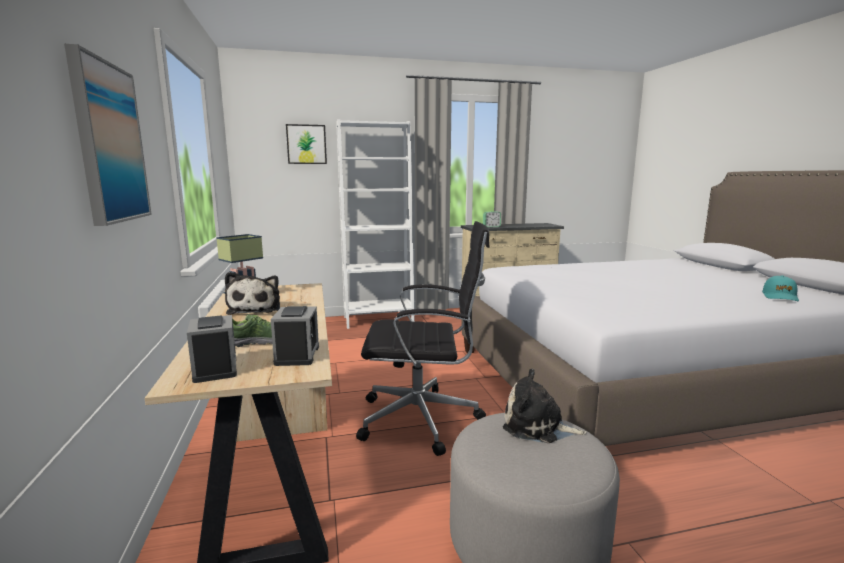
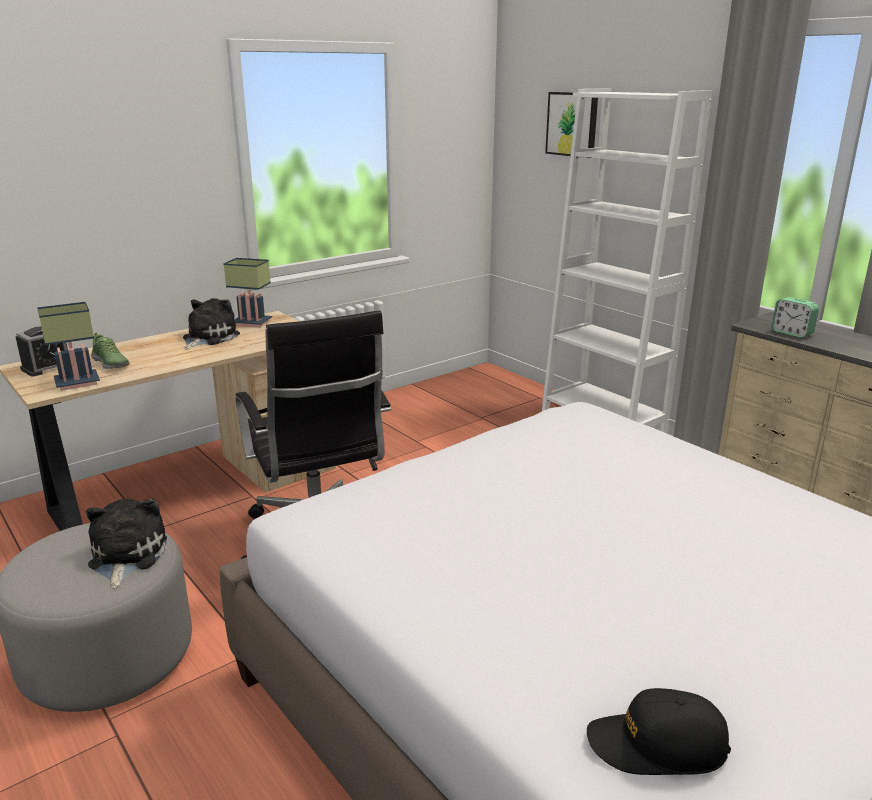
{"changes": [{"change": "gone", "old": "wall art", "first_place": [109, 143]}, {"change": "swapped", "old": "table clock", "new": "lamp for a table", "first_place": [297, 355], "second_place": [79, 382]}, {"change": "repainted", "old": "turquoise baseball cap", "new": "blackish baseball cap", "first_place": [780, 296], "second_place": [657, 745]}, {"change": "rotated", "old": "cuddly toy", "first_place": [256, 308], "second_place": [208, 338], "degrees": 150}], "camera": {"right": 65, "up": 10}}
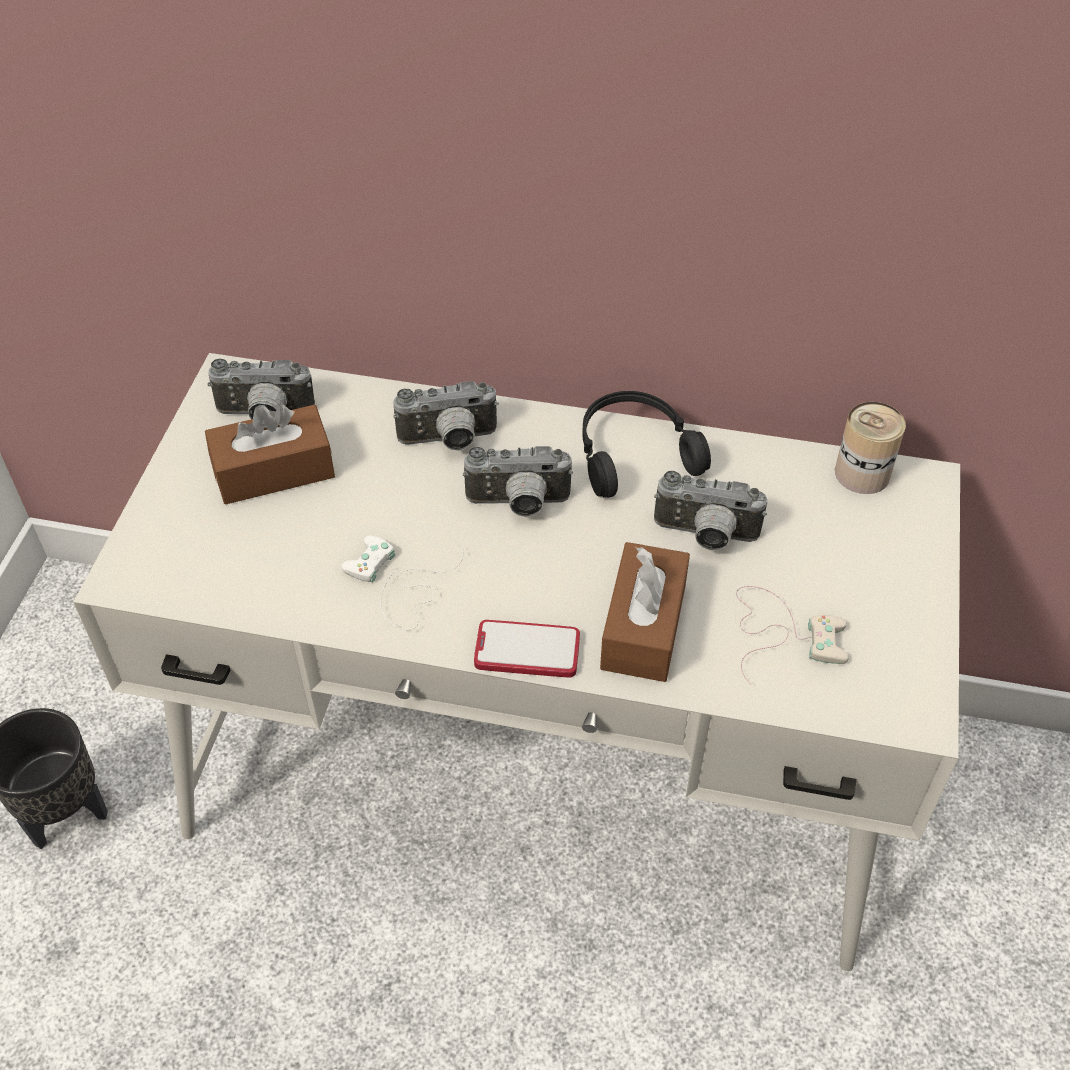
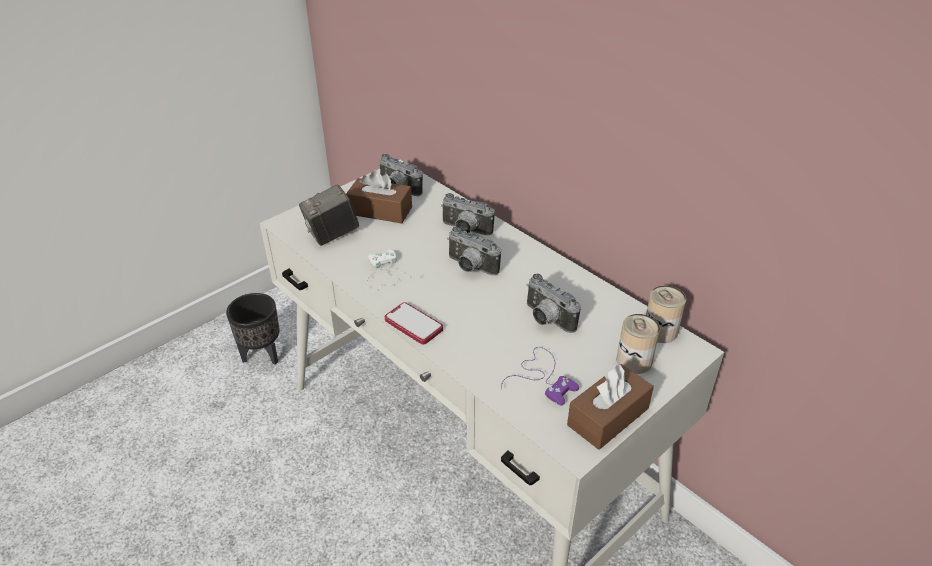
{"changes": [{"change": "gone", "old": "blackish headset", "first_place": [633, 453]}, {"change": "new", "new": "still camera", "second_place": [332, 235]}, {"change": "new", "new": "metal can", "second_place": [634, 360]}, {"change": "shifted", "old": "brown-coloured tissue holder", "first_place": [643, 627], "second_place": [608, 417]}, {"change": "repainted", "old": "whitish gamepad", "new": "purple gamepad", "first_place": [782, 632], "second_place": [542, 377]}], "camera": {"right": 35, "up": -10}}
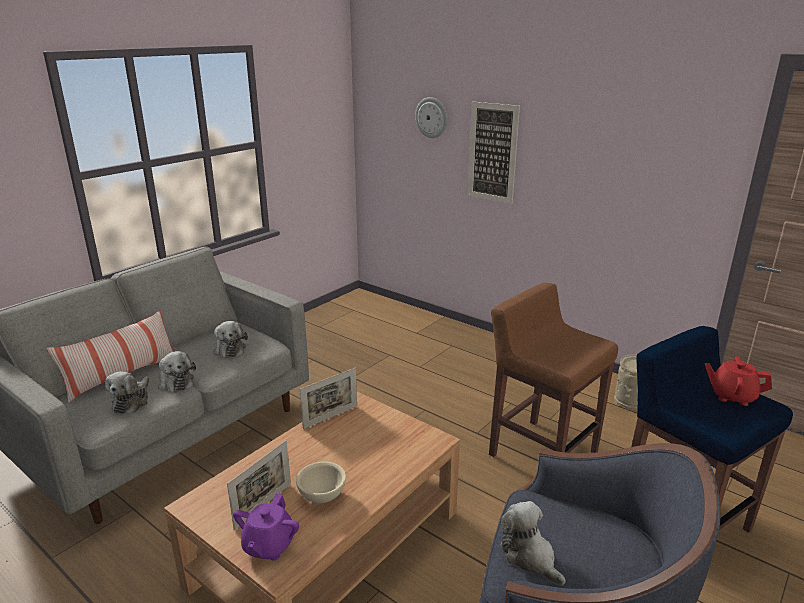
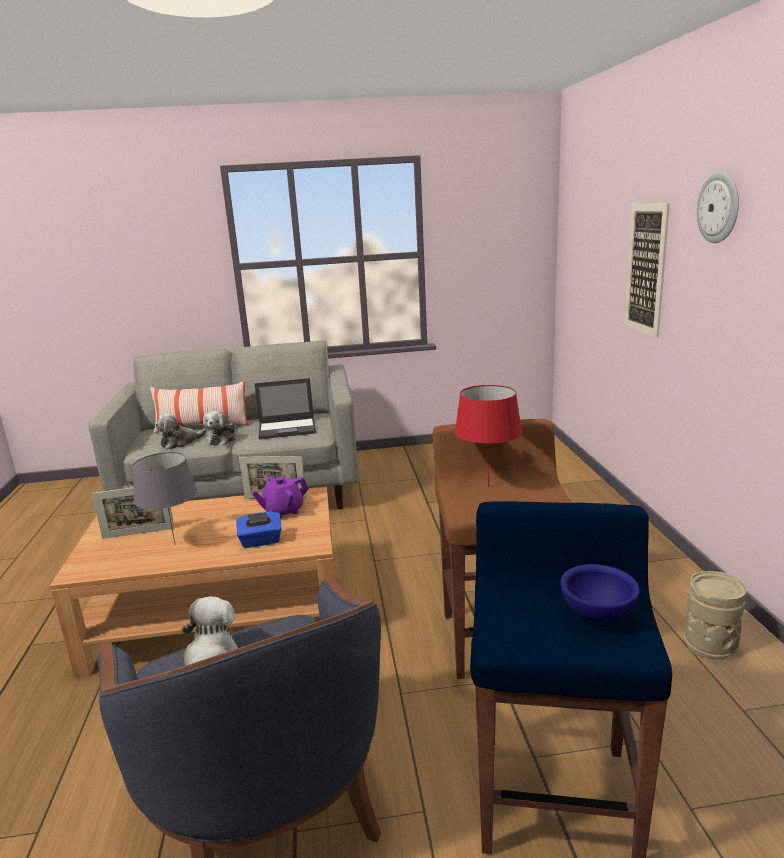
{"changes": [{"change": "new", "new": "blue-coloured tissue holder", "second_place": [261, 541]}, {"change": "new", "new": "red-coloured lamp for a table", "second_place": [487, 486]}, {"change": "shifted", "old": "purple tea pot", "first_place": [268, 546], "second_place": [283, 511]}, {"change": "shifted", "old": "clock on the wall", "first_place": [431, 117], "second_place": [719, 207]}, {"change": "swapped", "old": "cuddly toy", "new": "portable computer", "first_place": [229, 348], "second_place": [288, 429]}, {"change": "swapped", "old": "sand-coloured bowl", "new": "greyish lamp for a table", "first_place": [323, 496], "second_place": [175, 544]}, {"change": "swapped", "old": "red-coloured tea pot", "new": "blue-coloured bowl", "first_place": [732, 396], "second_place": [598, 615]}], "camera": {"right": 45, "up": -5}}
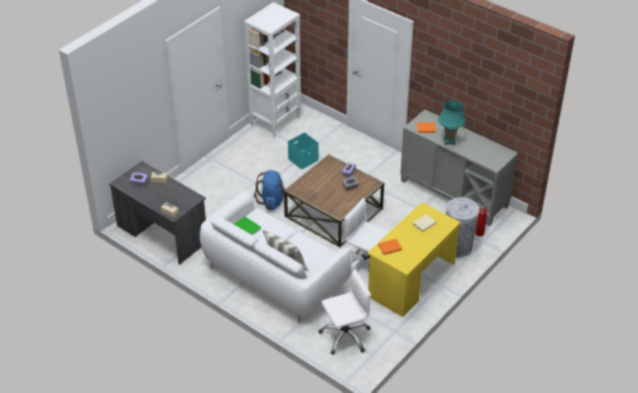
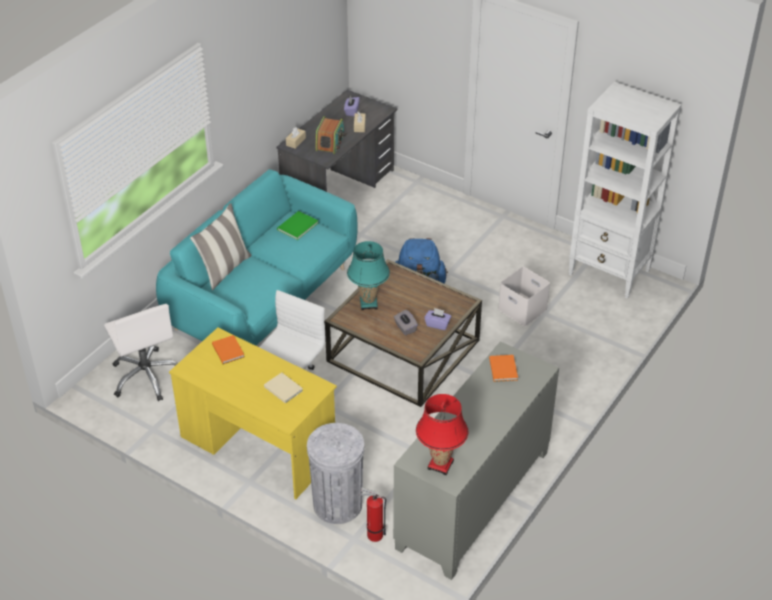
{"changes": [{"change": "new", "new": "radio set", "second_place": [330, 143]}, {"change": "new", "new": "red-coloured lamp for a table", "second_place": [440, 465]}, {"change": "shifted", "old": "turquoise lamp for a table", "first_place": [449, 141], "second_place": [368, 304]}, {"change": "repainted", "old": "whitish sofa", "new": "turquoise sofa", "first_place": [275, 276], "second_place": [262, 299]}, {"change": "repainted", "old": "turquoise storage container", "new": "whitish storage container", "first_place": [303, 159], "second_place": [523, 309]}], "camera": {"right": 85, "up": 0}}
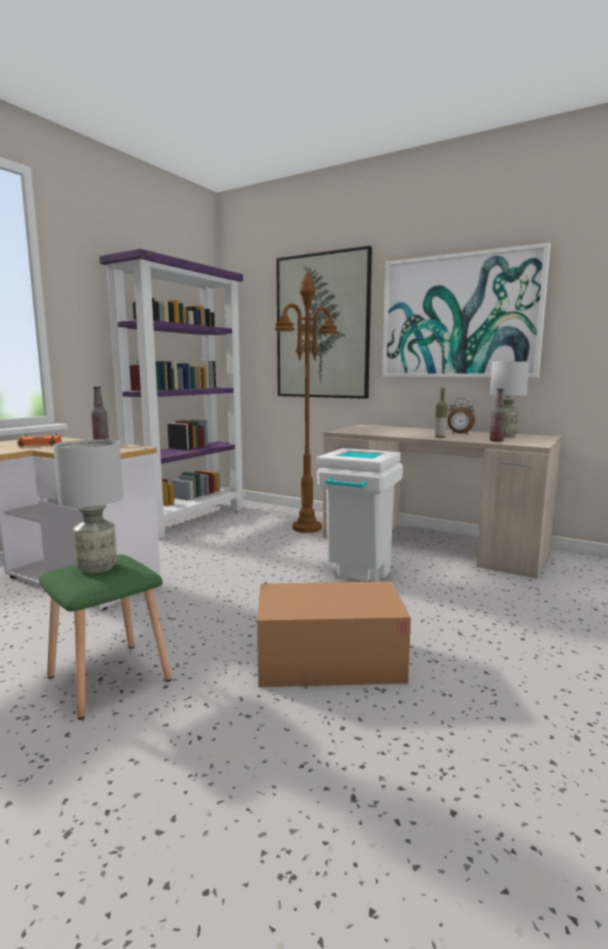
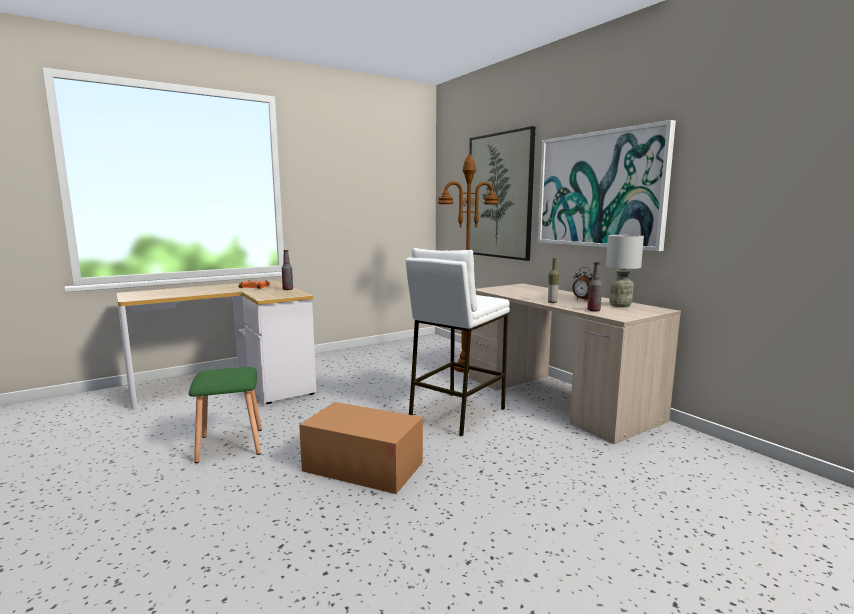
{"changes": [{"change": "gone", "old": "greyish lamp for a table", "first_place": [98, 567]}, {"change": "gone", "old": "purple shelving unit", "first_place": [188, 519]}, {"change": "swapped", "old": "whitish trash can", "new": "whitish sitting stool", "first_place": [357, 577], "second_place": [456, 413]}], "camera": {"right": 25, "up": 0}}
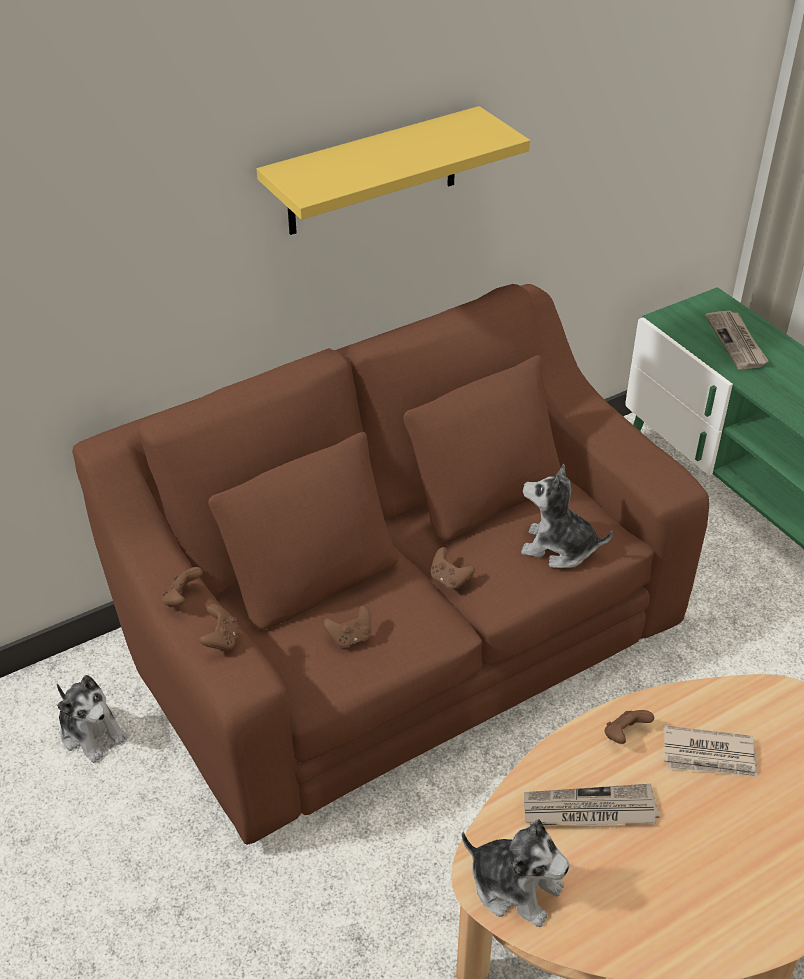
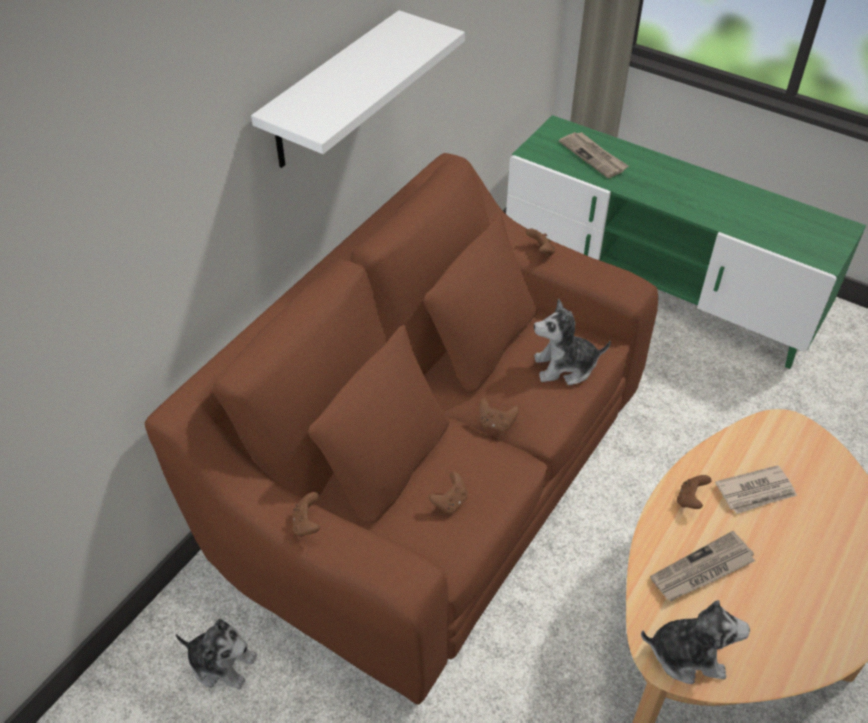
{"changes": [{"change": "shifted", "old": "brown-coloured gamepad", "first_place": [221, 640], "second_place": [541, 251]}, {"change": "repainted", "old": "yellow shelf", "new": "whitish shelf", "first_place": [372, 172], "second_place": [332, 92]}], "camera": {"right": -25, "up": 5}}
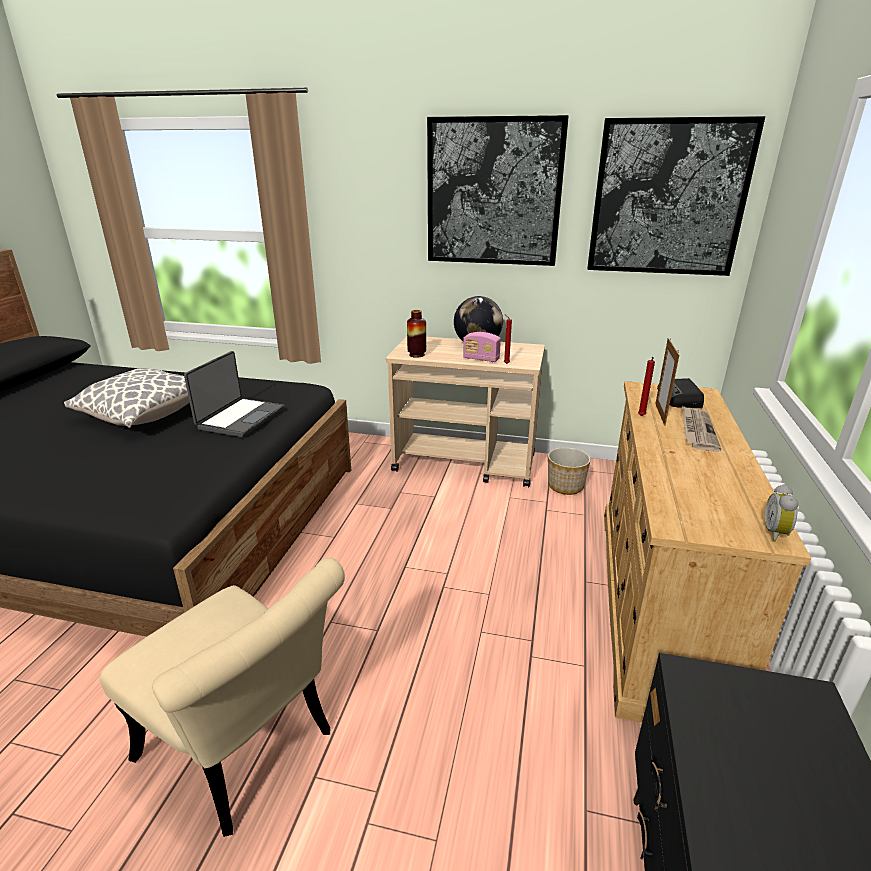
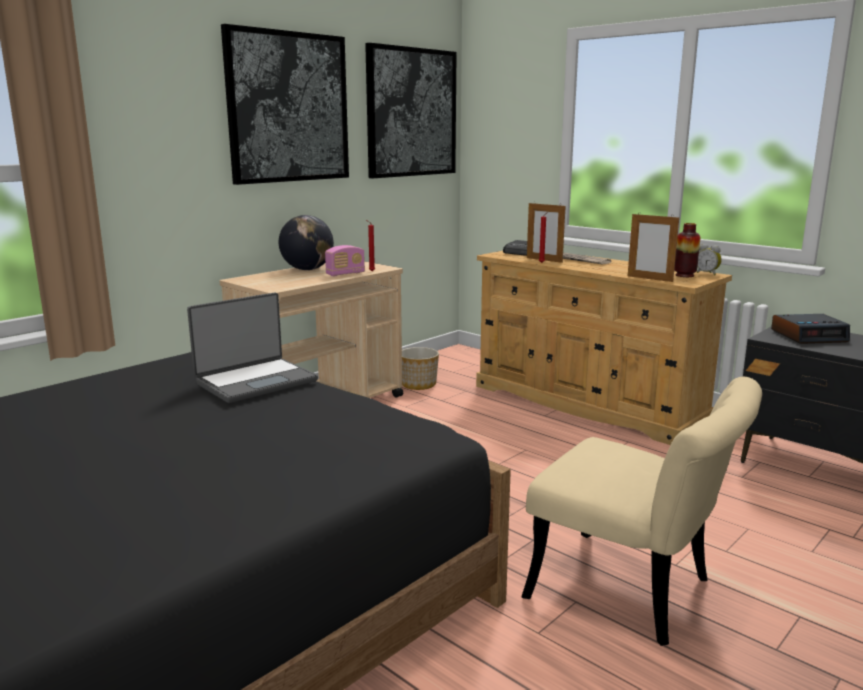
{"changes": [{"change": "gone", "old": "pillow", "first_place": [146, 415]}, {"change": "new", "new": "picture frame", "second_place": [649, 279]}, {"change": "new", "new": "table clock", "second_place": [809, 336]}, {"change": "shifted", "old": "flower vase", "first_place": [417, 355], "second_place": [684, 275]}, {"change": "rotated", "old": "sand-coloured chair", "first_place": [247, 752], "second_place": [634, 593], "degrees": 60}, {"change": "rotated", "old": "portable computer", "first_place": [240, 418], "second_place": [255, 381], "degrees": 90}], "camera": {"right": -60, "up": -10}}
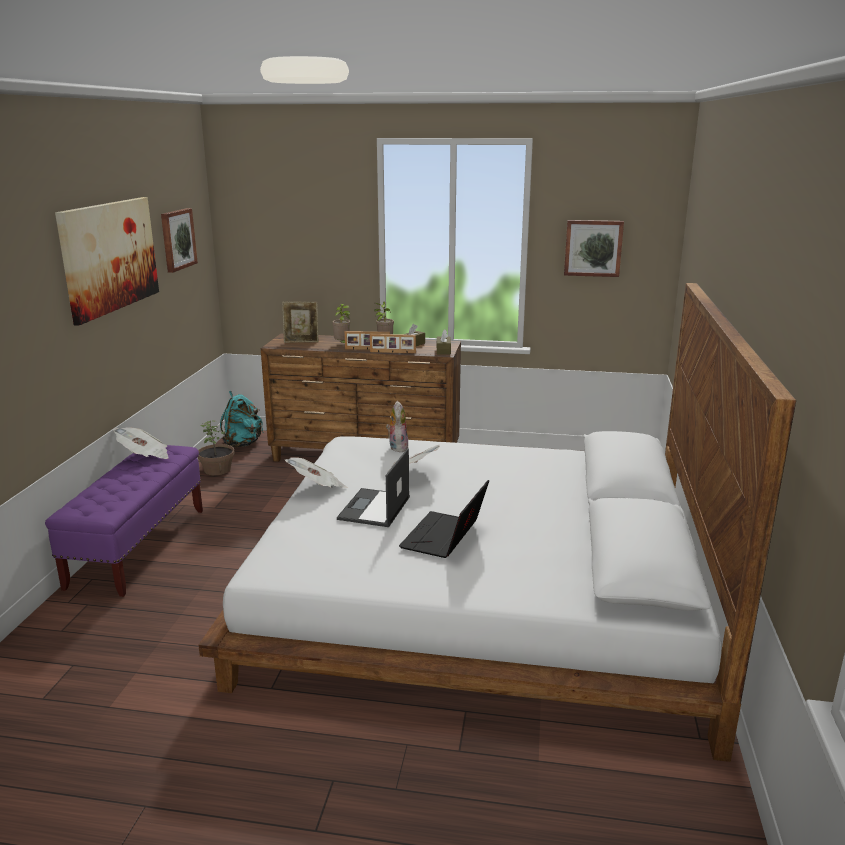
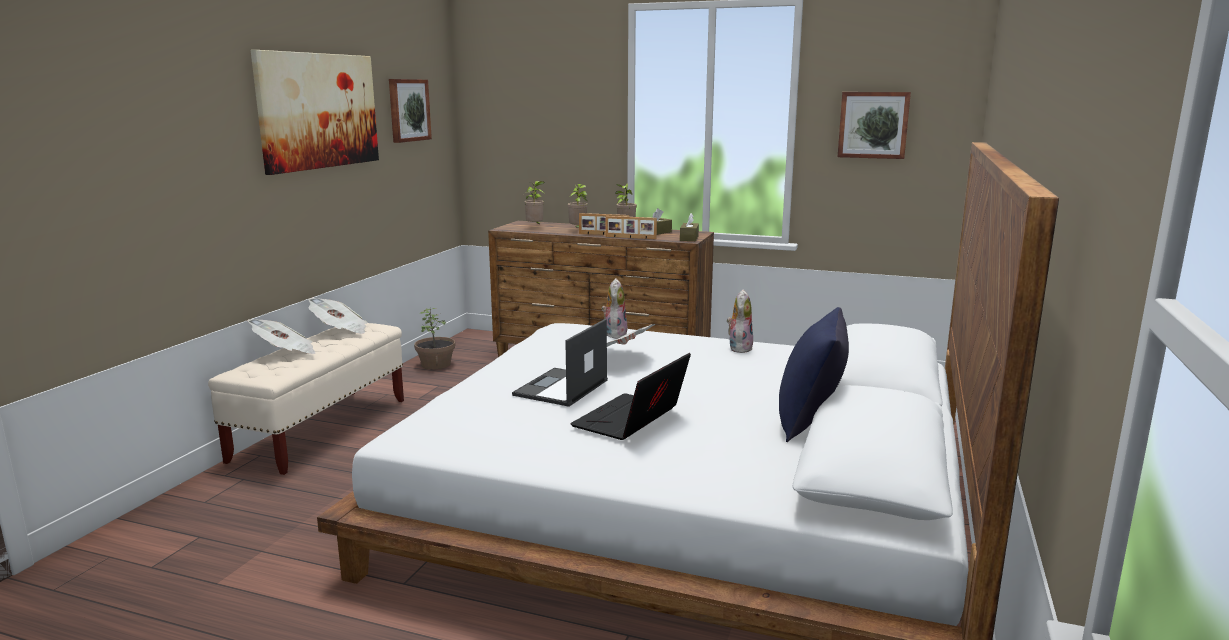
{"changes": [{"change": "gone", "old": "turquoise rucksack", "first_place": [242, 444]}, {"change": "new", "new": "cuddly toy", "second_place": [739, 348]}, {"change": "new", "new": "blue-coloured pillow", "second_place": [810, 422]}, {"change": "shifted", "old": "newspaper", "first_place": [317, 487], "second_place": [286, 352]}, {"change": "swapped", "old": "picture frame", "new": "plant in a pot", "first_place": [301, 342], "second_place": [535, 227]}, {"change": "repainted", "old": "purple long seat", "new": "sand-coloured long seat", "first_place": [139, 547], "second_place": [322, 430]}], "camera": {"right": 10, "up": -5}}
